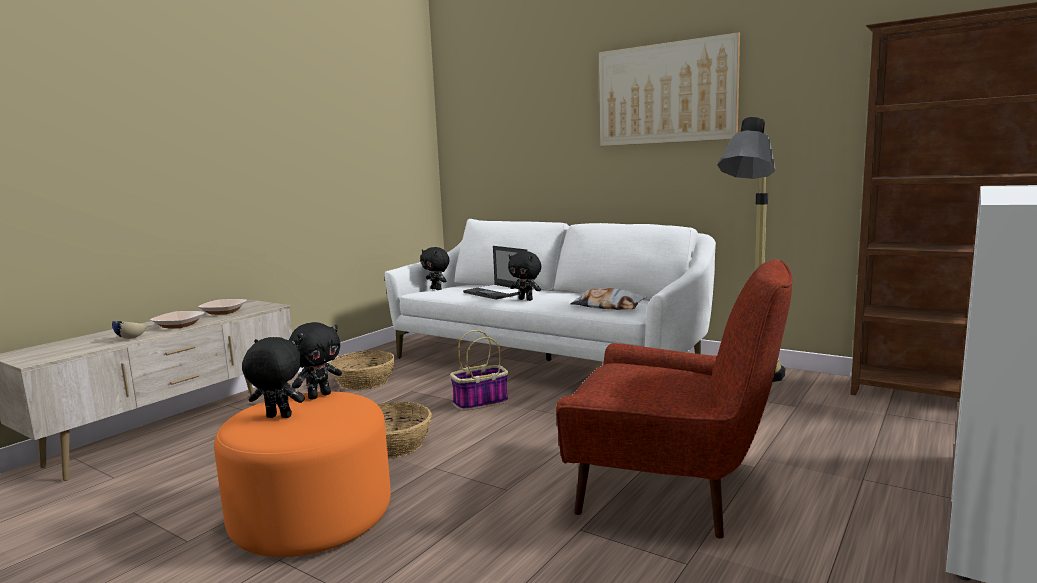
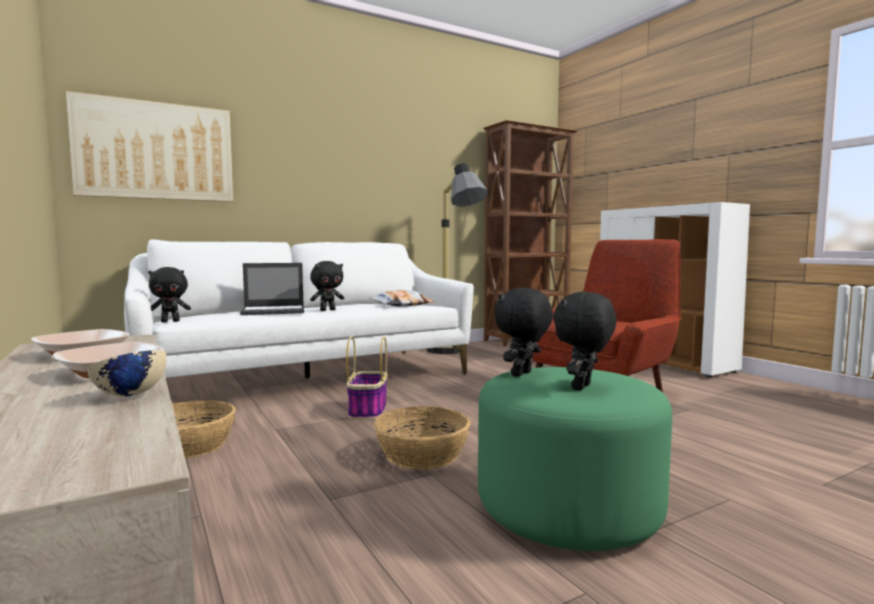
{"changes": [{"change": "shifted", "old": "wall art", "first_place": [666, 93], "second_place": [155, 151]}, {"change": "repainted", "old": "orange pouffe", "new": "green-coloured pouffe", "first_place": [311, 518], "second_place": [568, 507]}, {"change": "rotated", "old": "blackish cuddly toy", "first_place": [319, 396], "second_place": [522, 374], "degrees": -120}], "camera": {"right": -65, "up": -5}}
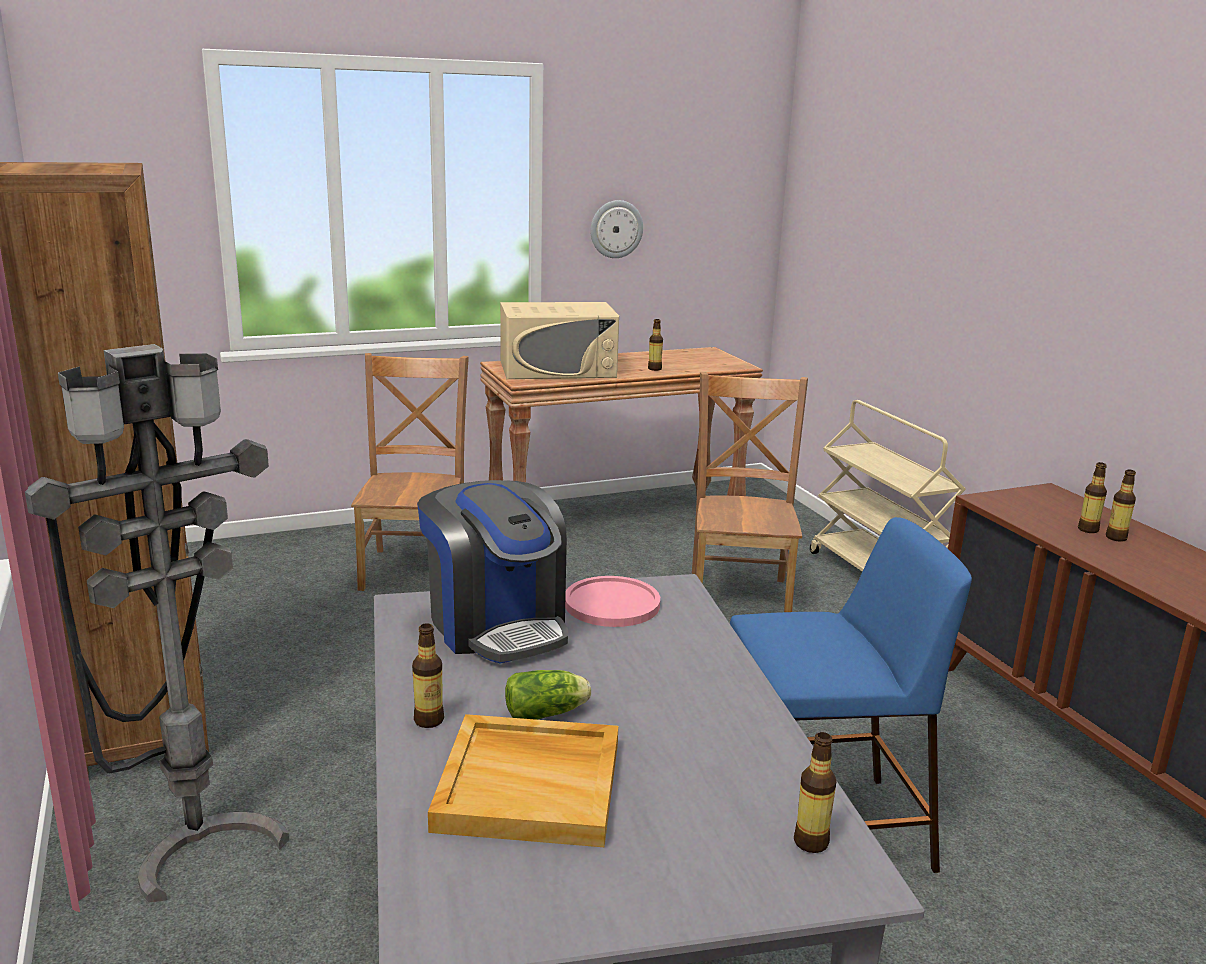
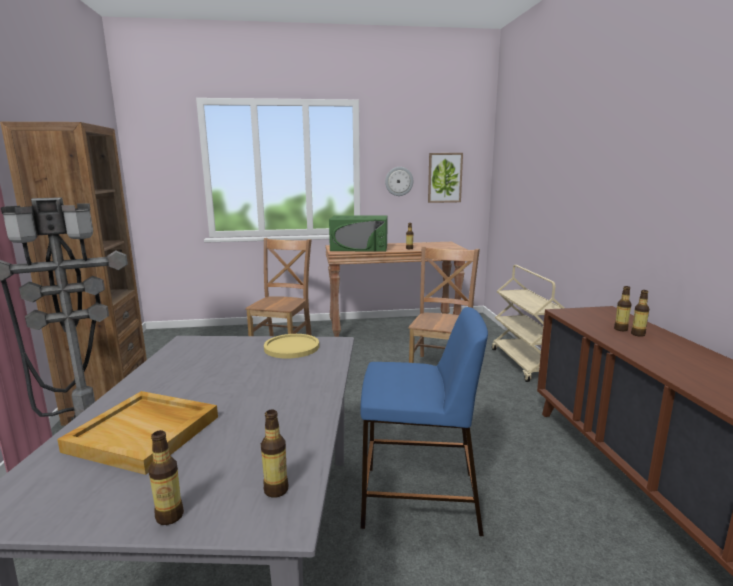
{"changes": [{"change": "gone", "old": "coffee brewer", "first_place": [497, 625]}, {"change": "gone", "old": "head of lettuce", "first_place": [548, 713]}, {"change": "new", "new": "wall art", "second_place": [444, 177]}, {"change": "shifted", "old": "drink bottle", "first_place": [429, 720], "second_place": [170, 516]}, {"change": "repainted", "old": "sand-coloured kitchen microwave", "new": "green-coloured kitchen microwave", "first_place": [558, 369], "second_place": [359, 248]}, {"change": "repainted", "old": "pink-coloured flat dish", "new": "yellow flat dish", "first_place": [612, 604], "second_place": [291, 347]}], "camera": {"right": 15, "up": -5}}
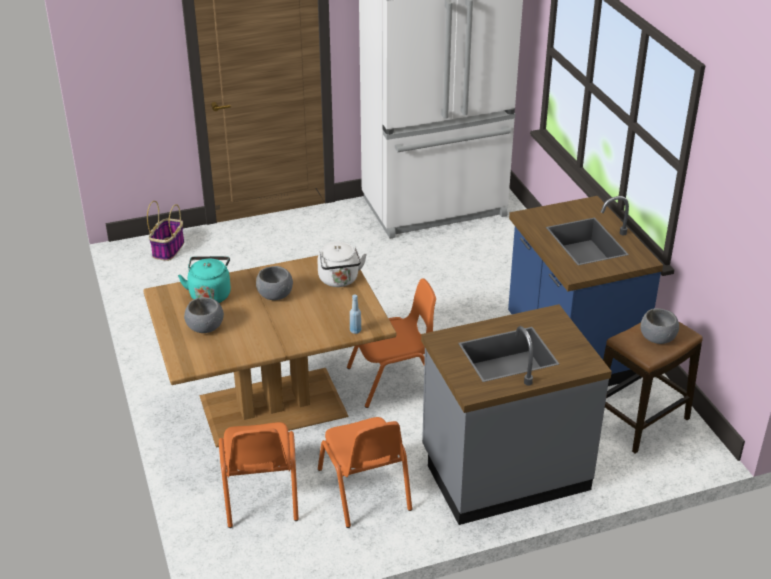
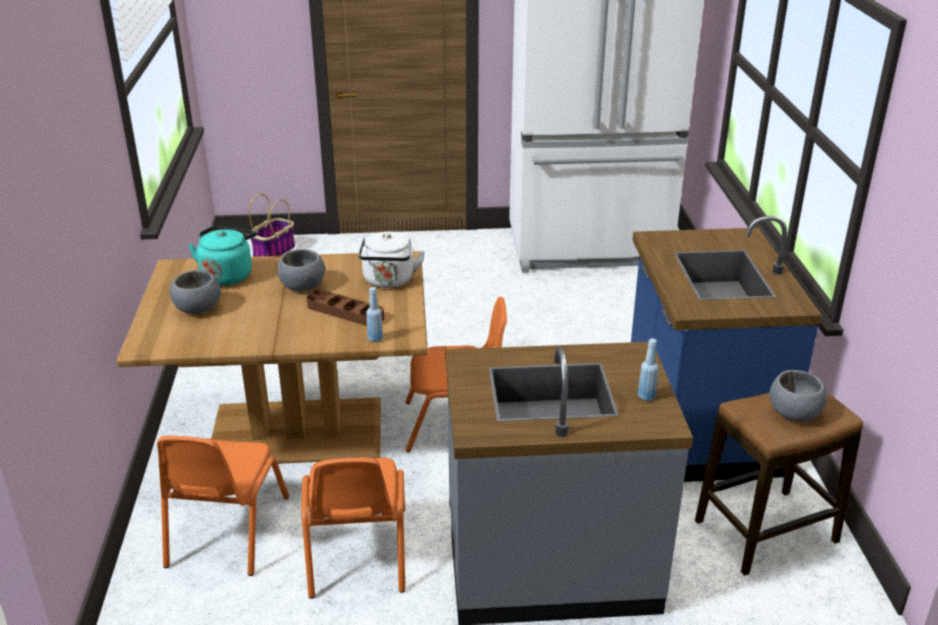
{"changes": [{"change": "new", "new": "brown-coloured serving tray", "second_place": [345, 312]}, {"change": "new", "new": "blue-coloured drink bottle", "second_place": [646, 396]}], "camera": {"right": 15, "up": -5}}
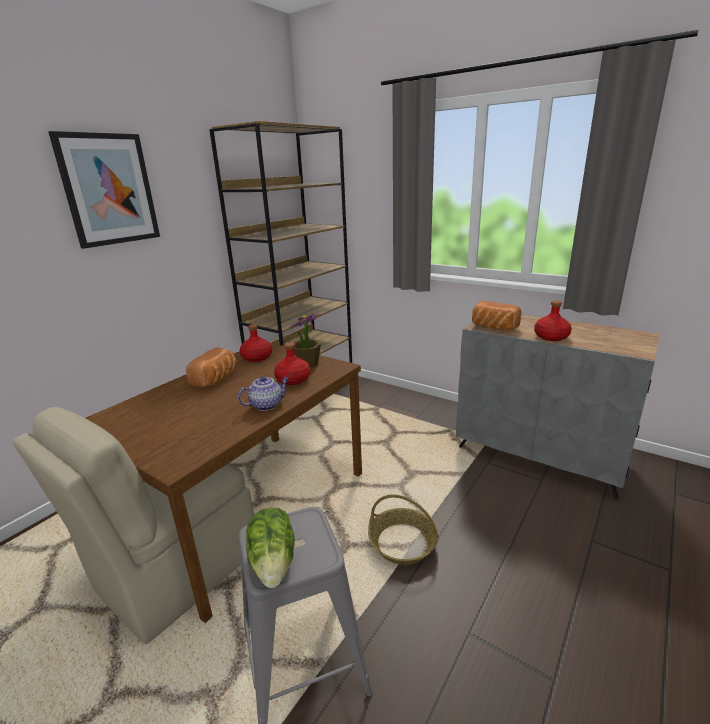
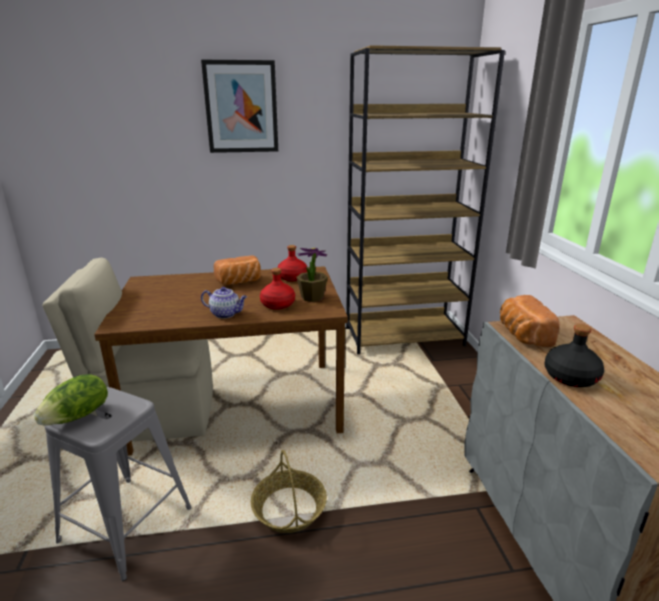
{"changes": [{"change": "repainted", "old": "red-coloured drink bottle", "new": "blackish drink bottle", "first_place": [550, 337], "second_place": [570, 377]}], "camera": {"right": 45, "up": 0}}
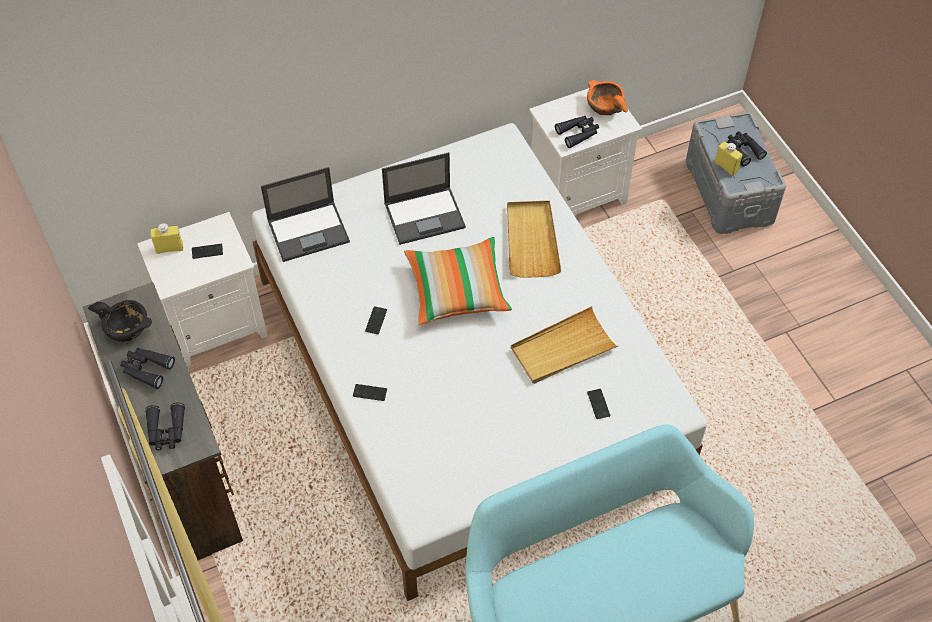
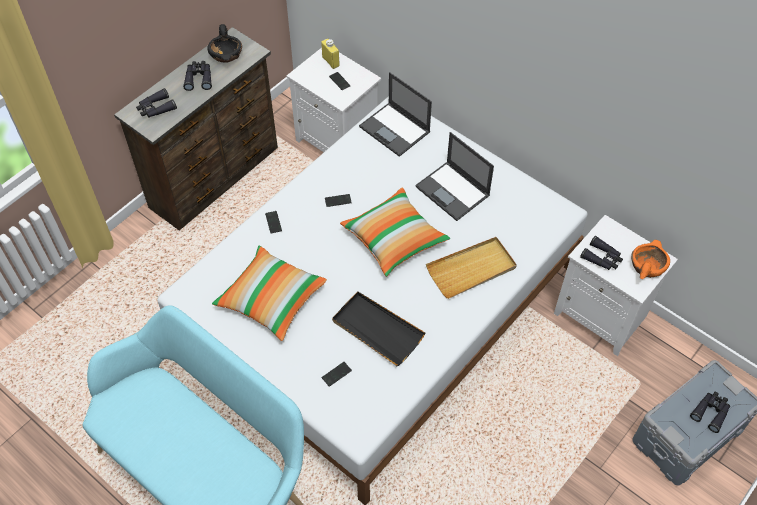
{"changes": [{"change": "gone", "old": "yellow drink bottle", "first_place": [726, 167]}, {"change": "new", "new": "pillow", "second_place": [271, 299]}, {"change": "repainted", "old": "sand-coloured serving tray", "new": "blackish serving tray", "first_place": [562, 348], "second_place": [377, 330]}], "camera": {"right": 65, "up": 0}}
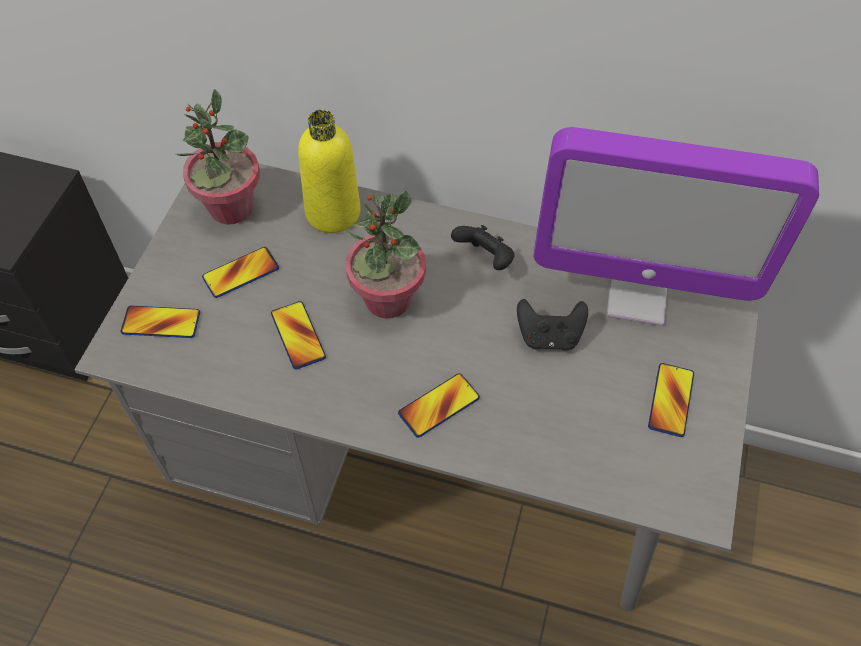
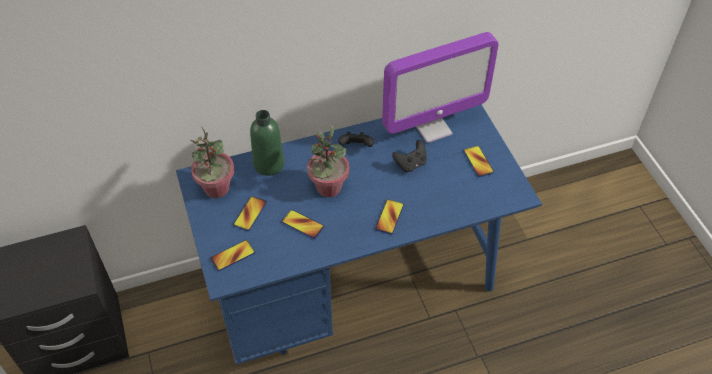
{"changes": [{"change": "repainted", "old": "greyish desk", "new": "blue-coloured desk", "first_place": [430, 473], "second_place": [356, 288]}, {"change": "repainted", "old": "yellow drink bottle", "new": "green-coloured drink bottle", "first_place": [333, 213], "second_place": [269, 164]}], "camera": {"right": -35, "up": -5}}
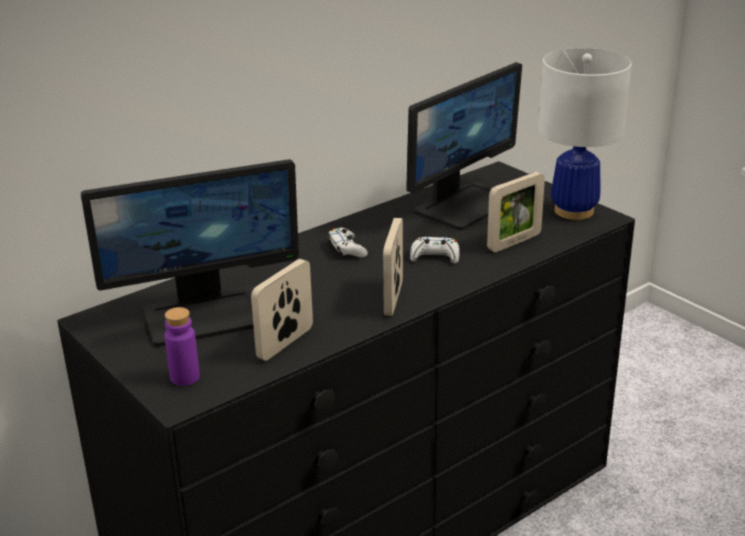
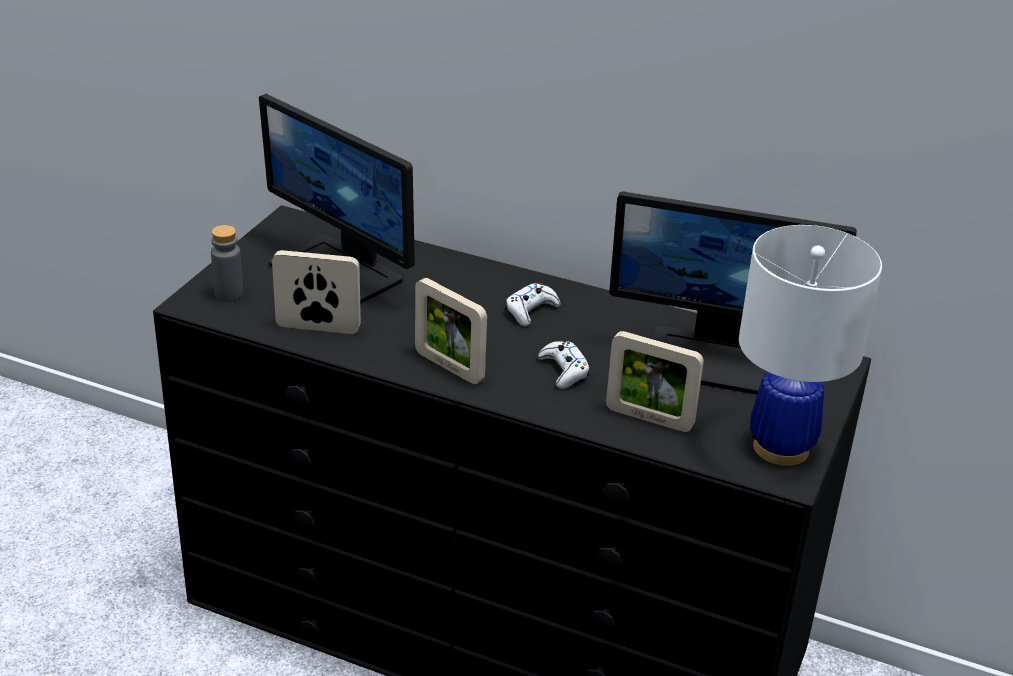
{"changes": [{"change": "repainted", "old": "purple drink bottle", "new": "greyish drink bottle", "first_place": [185, 377], "second_place": [229, 294]}, {"change": "rotated", "old": "picture frame", "first_place": [393, 298], "second_place": [449, 367], "degrees": -120}], "camera": {"right": 60, "up": 5}}
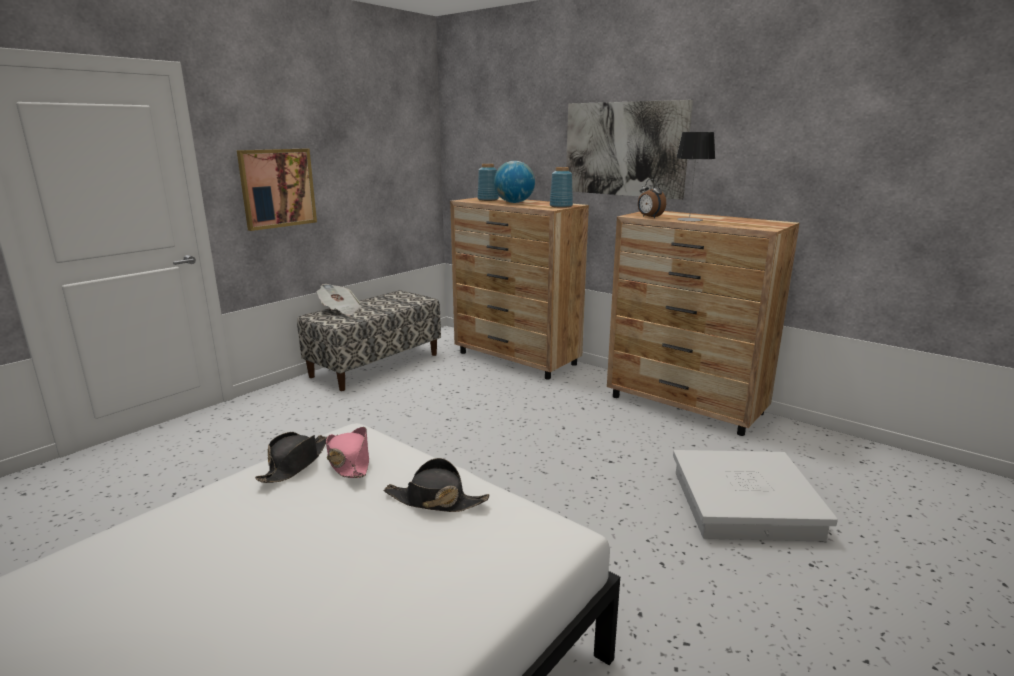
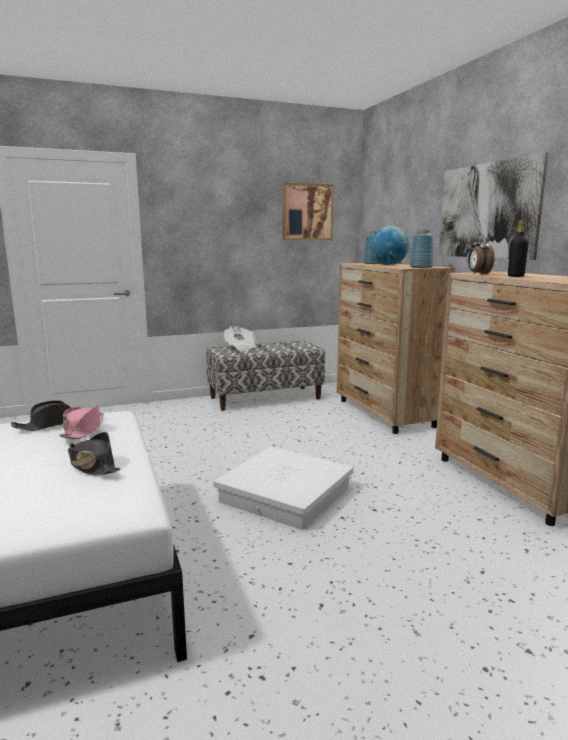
{"changes": [{"change": "shifted", "old": "wall art", "first_place": [277, 188], "second_place": [307, 212]}, {"change": "shifted", "old": "whitish storage container", "first_place": [745, 504], "second_place": [286, 494]}, {"change": "swapped", "old": "lamp for a table", "new": "blackish drink bottle", "first_place": [689, 220], "second_place": [515, 276]}], "camera": {"right": 30, "up": -5}}
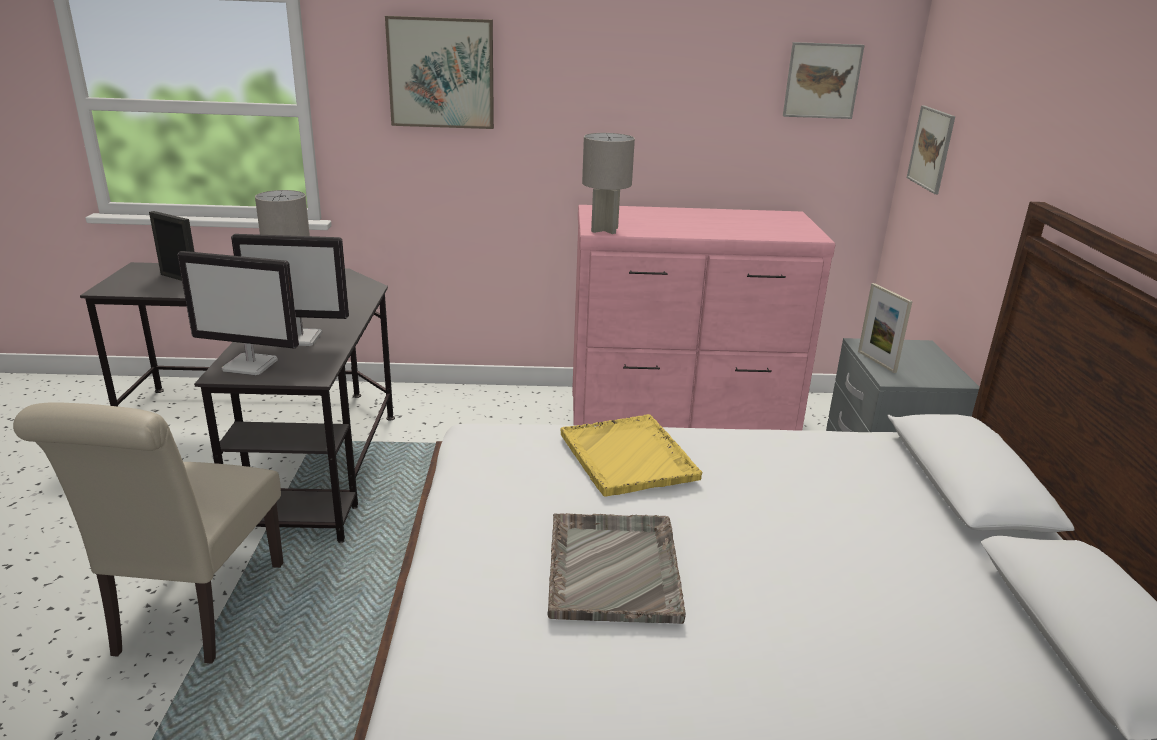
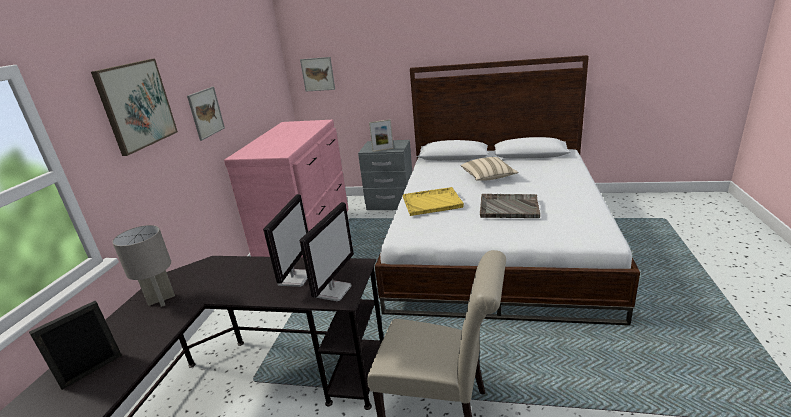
{"changes": [{"change": "gone", "old": "greyish lamp for a table", "first_place": [604, 230]}, {"change": "new", "new": "sand-coloured pillow", "second_place": [488, 177]}, {"change": "shifted", "old": "wall art", "first_place": [822, 81], "second_place": [206, 113]}], "camera": {"right": -75, "up": 0}}
